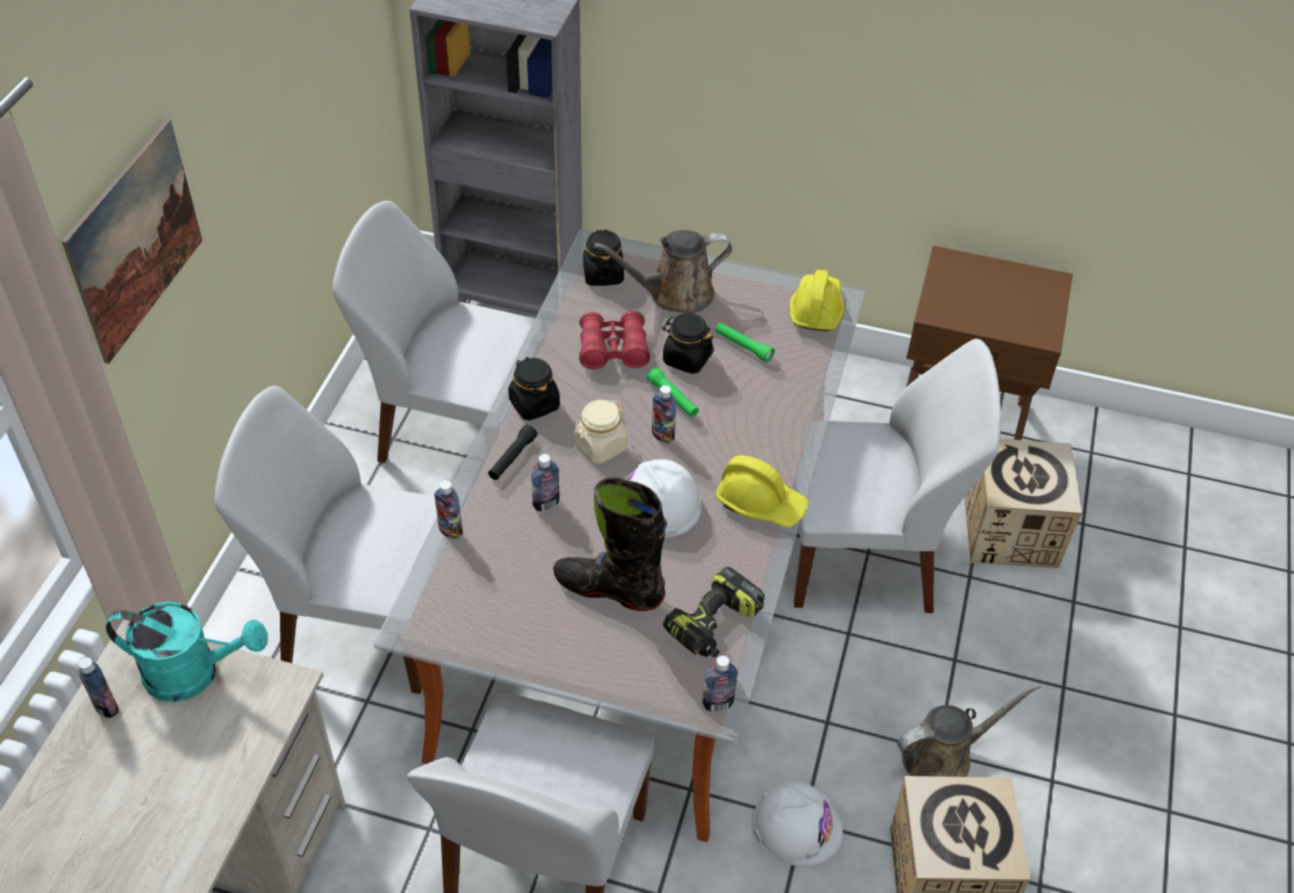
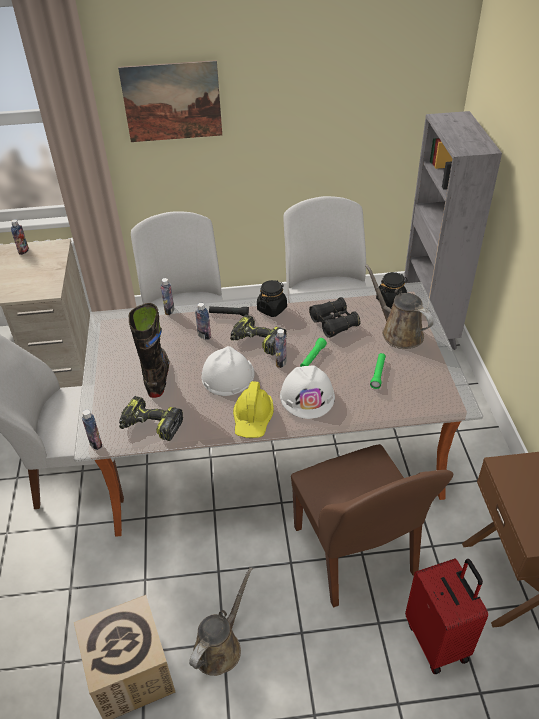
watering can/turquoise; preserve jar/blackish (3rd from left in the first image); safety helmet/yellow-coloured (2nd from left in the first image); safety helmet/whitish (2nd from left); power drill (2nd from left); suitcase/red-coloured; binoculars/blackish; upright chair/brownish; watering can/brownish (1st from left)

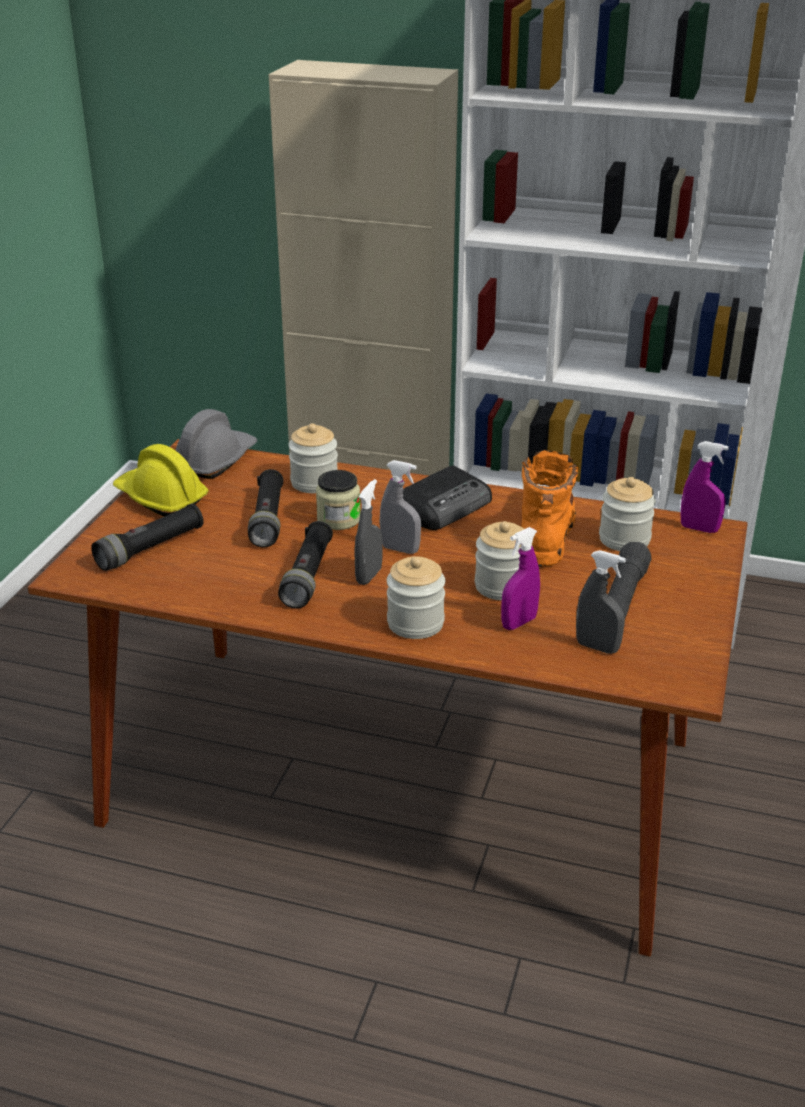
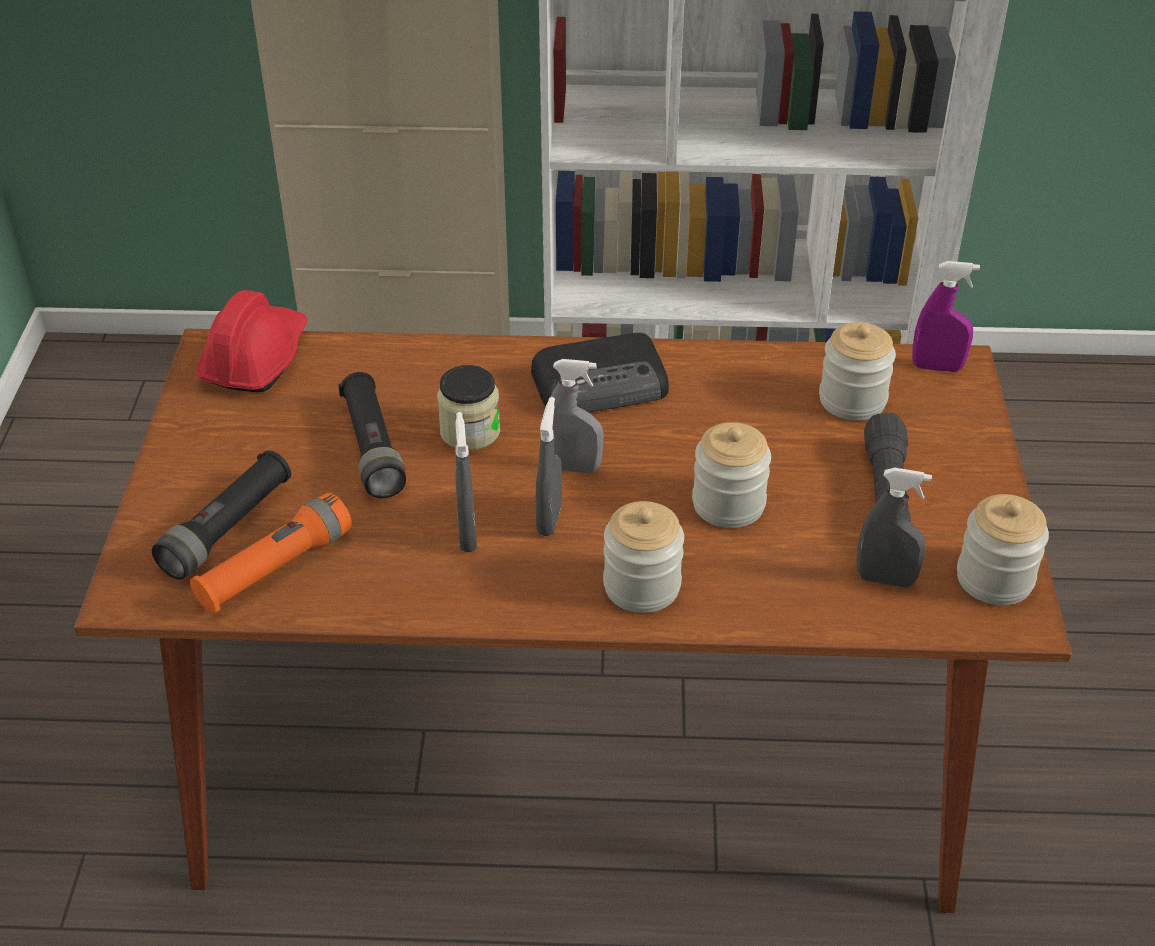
safety helmet/yellow-coloured; hand sprayer/purple-coloured (1st from left in the first image); high-top boot/orange-coloured; flashlight/orange-coloured; preserve jar (5th from left); hand sprayer/greyish (1st from left); safety helmet/red-coloured; radio

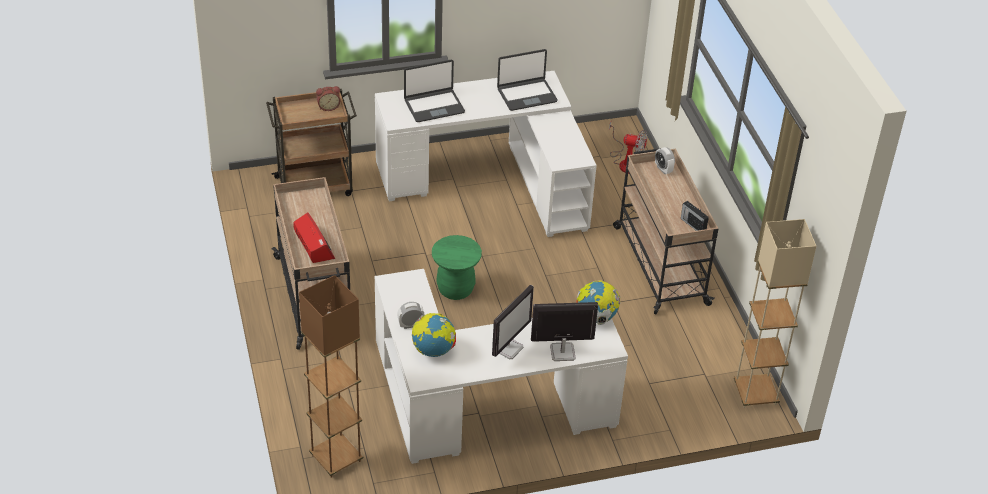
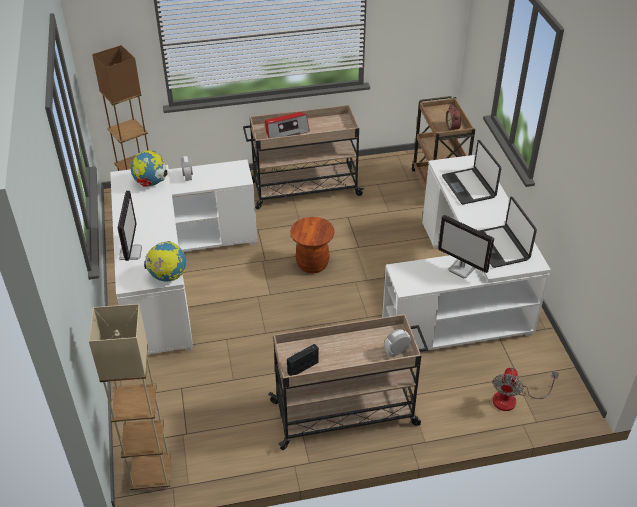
computer display (2nd from left); stool/brownish

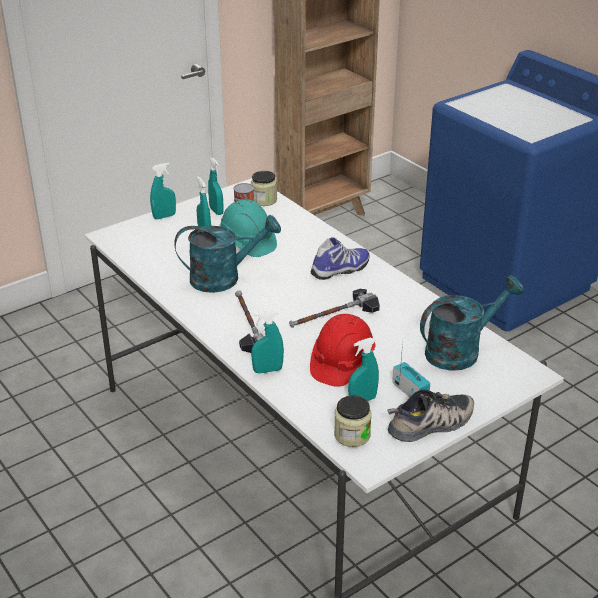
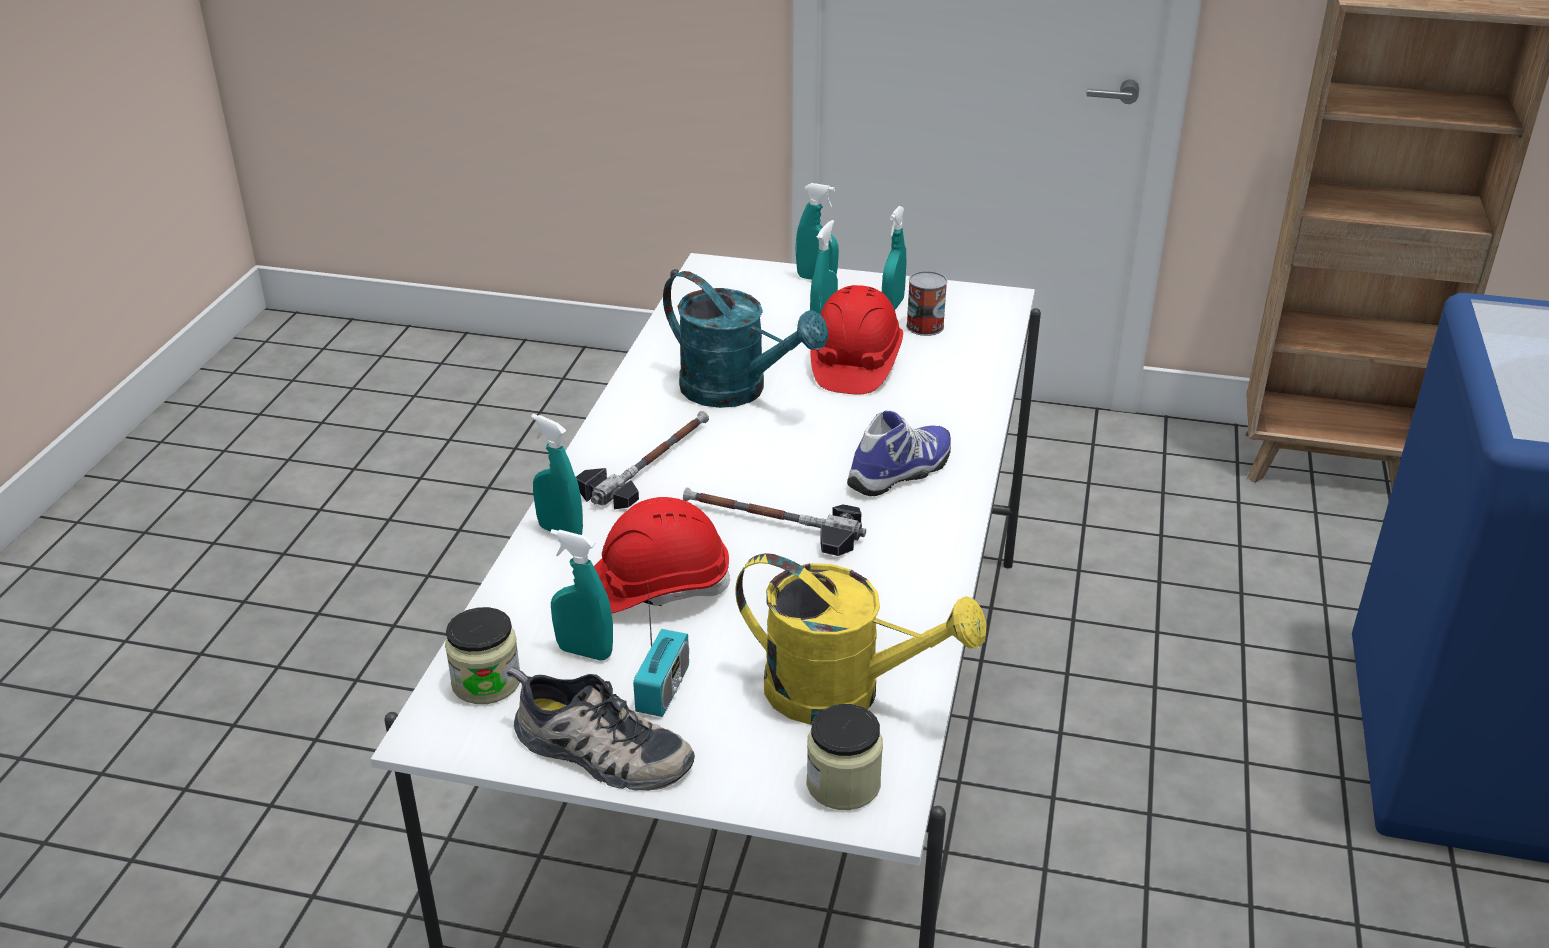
preserve jar (2nd from left); safety helmet/red-coloured (2nd from left); watering can/yellow-coloured; low shoe (2nd from left)

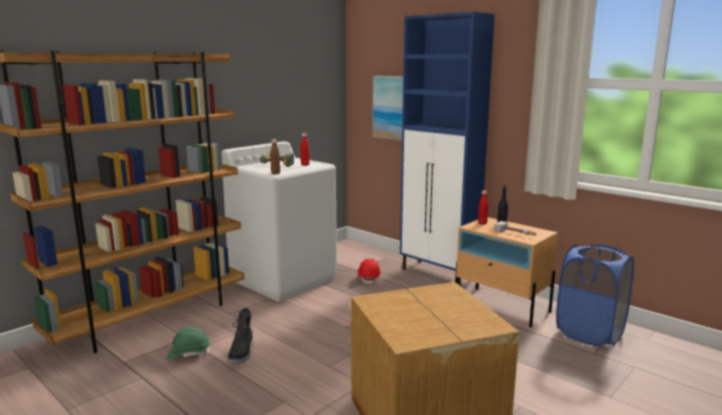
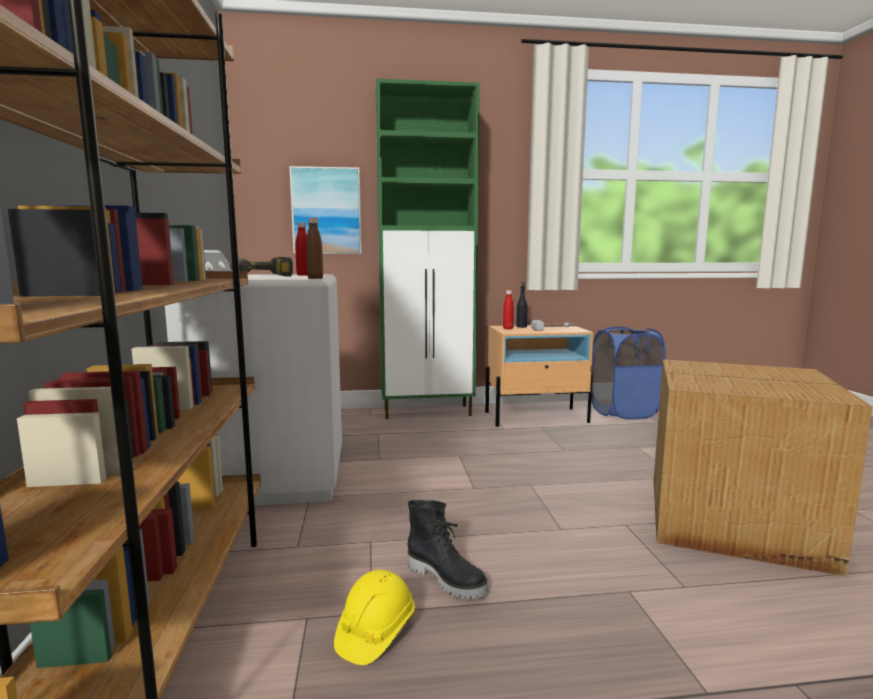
safety helmet/red-coloured; safety helmet/yellow-coloured; storage cabinet/green-coloured

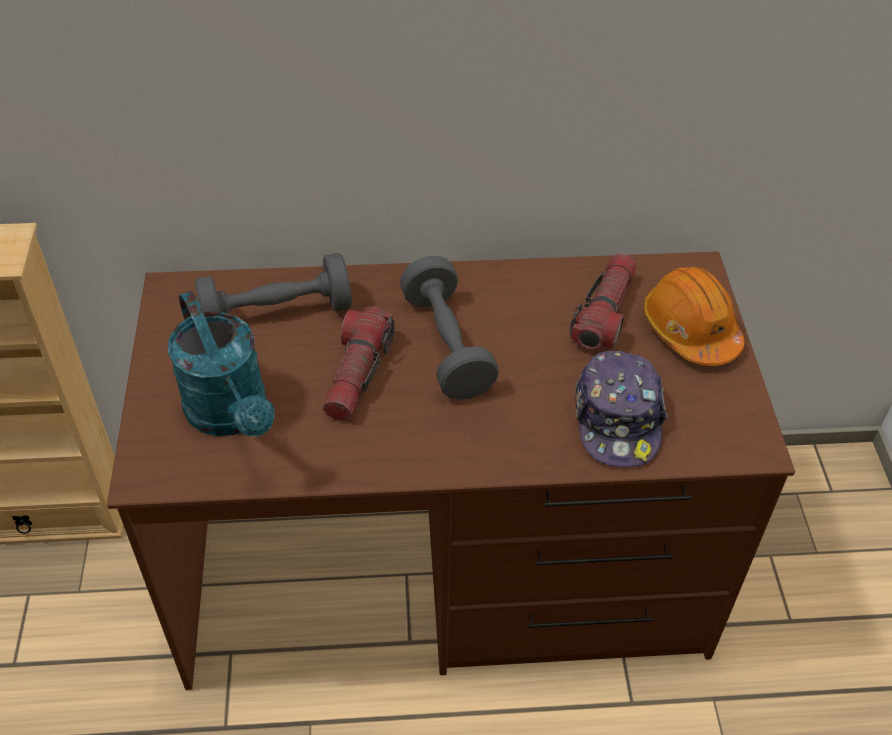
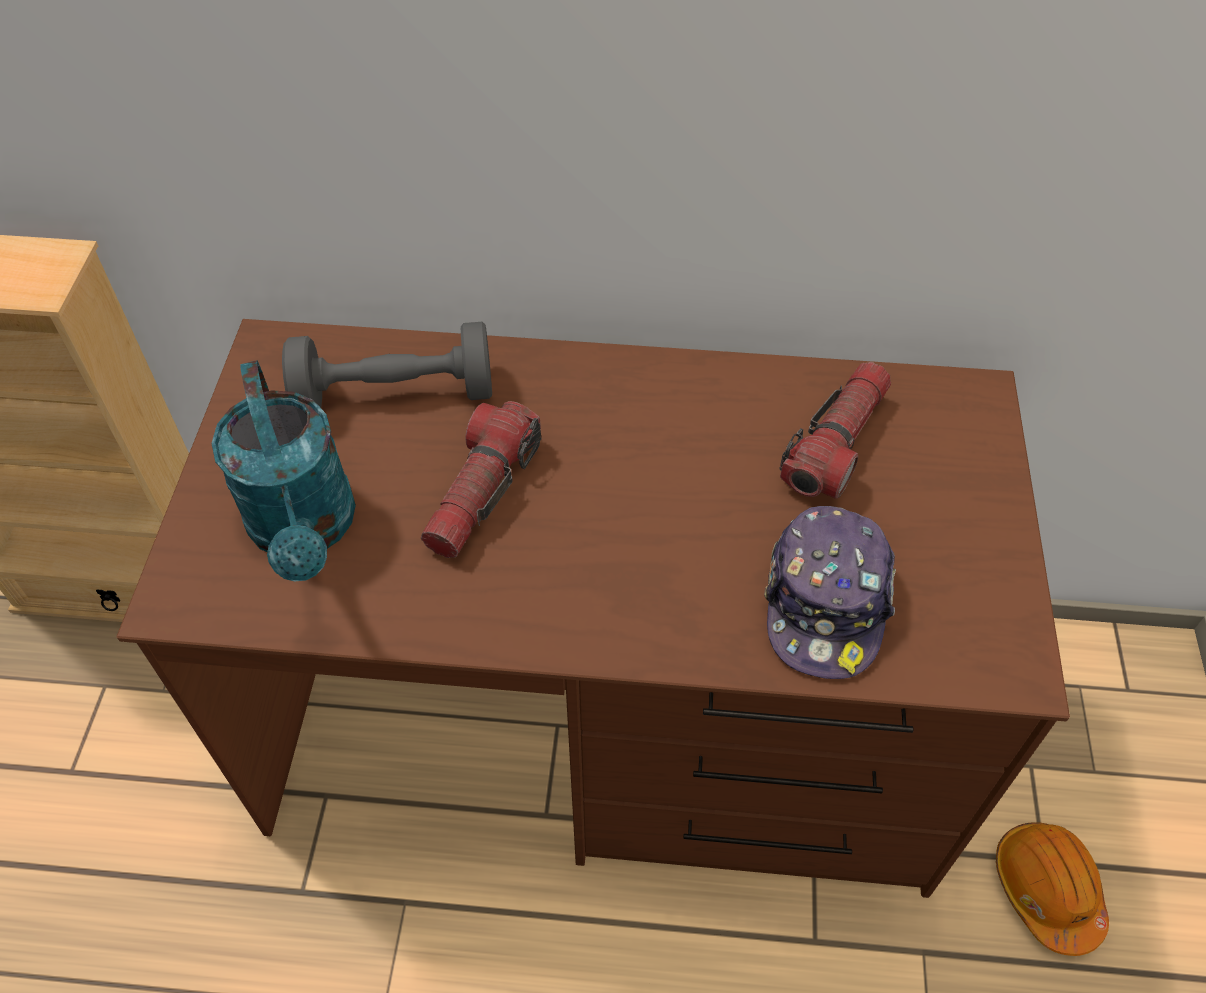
dumbbell/greyish (2nd from left in the first image); safety helmet/orange-coloured

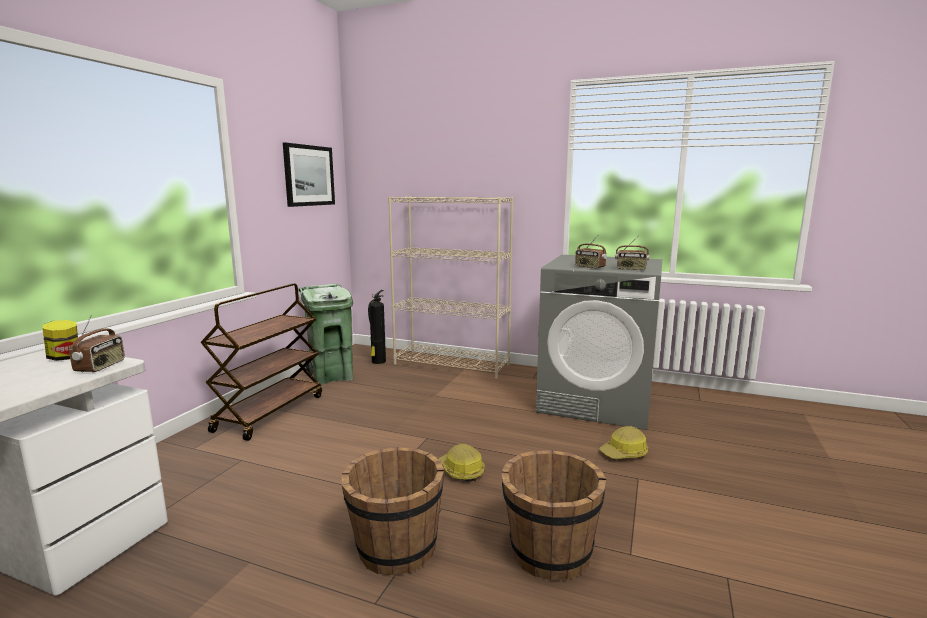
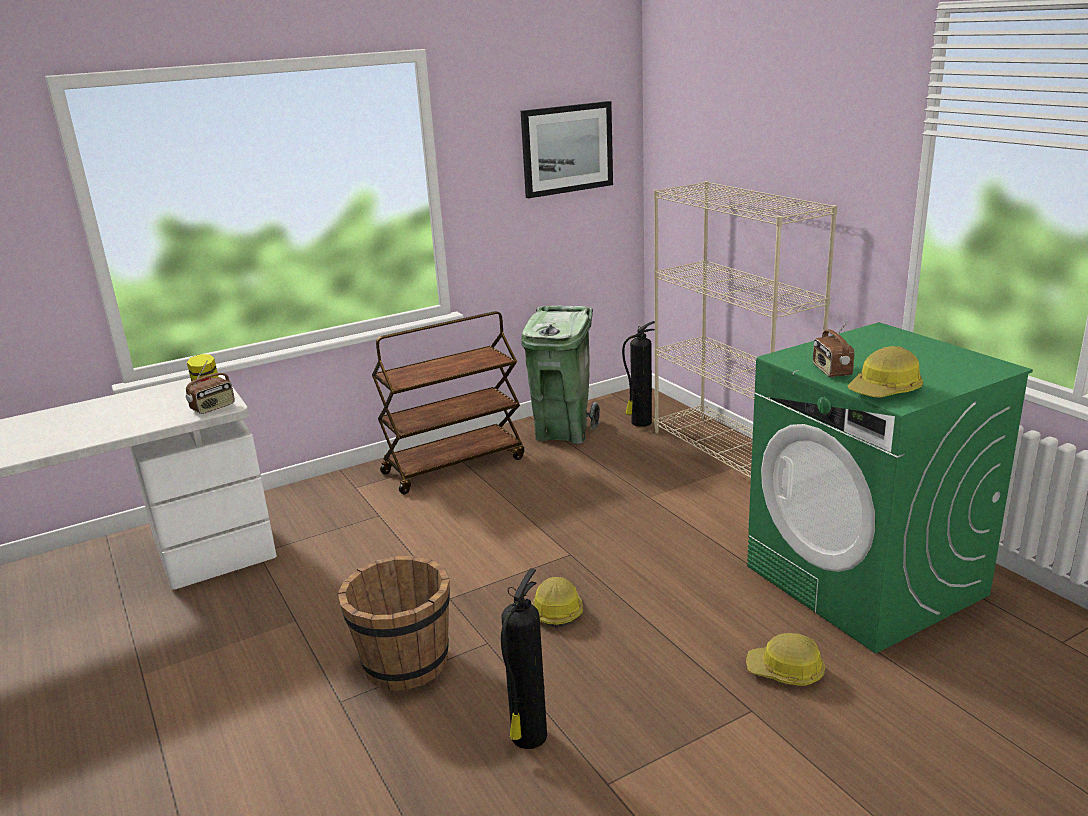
fire extinguisher (1st from left); safety helmet (3rd from left); washing machine/green-coloured

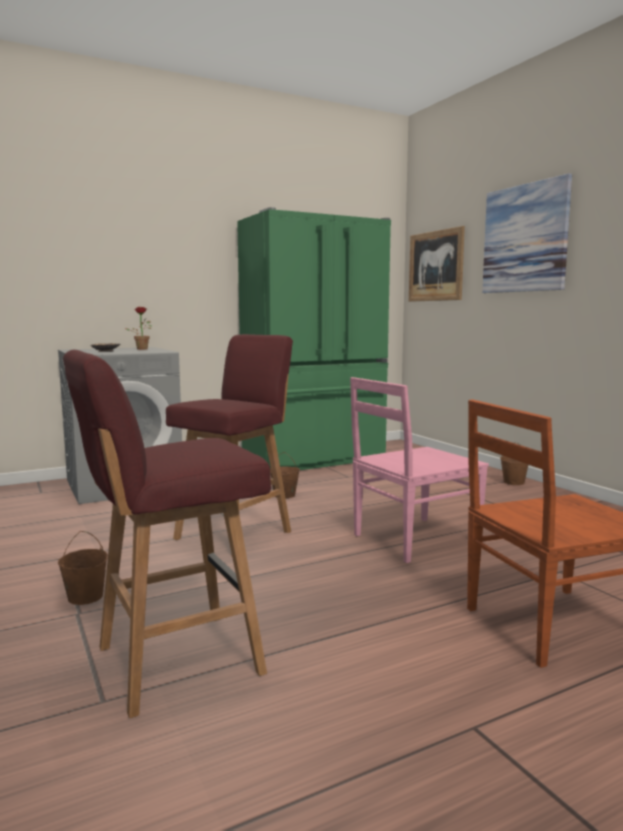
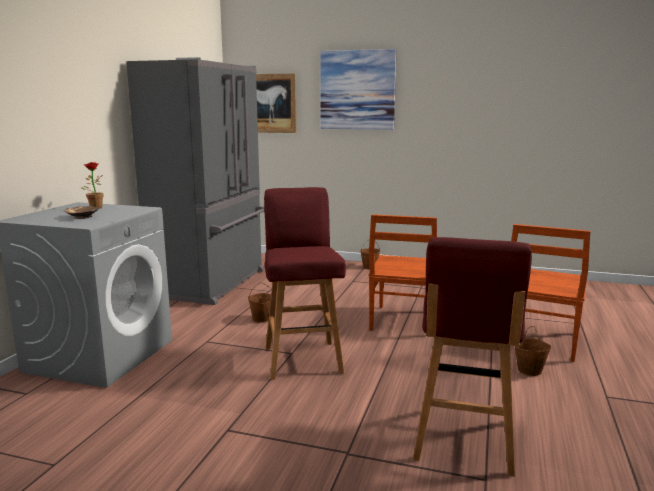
pail/brownish (3rd from left); fridge/greyish; upright chair/brownish (1st from left)

